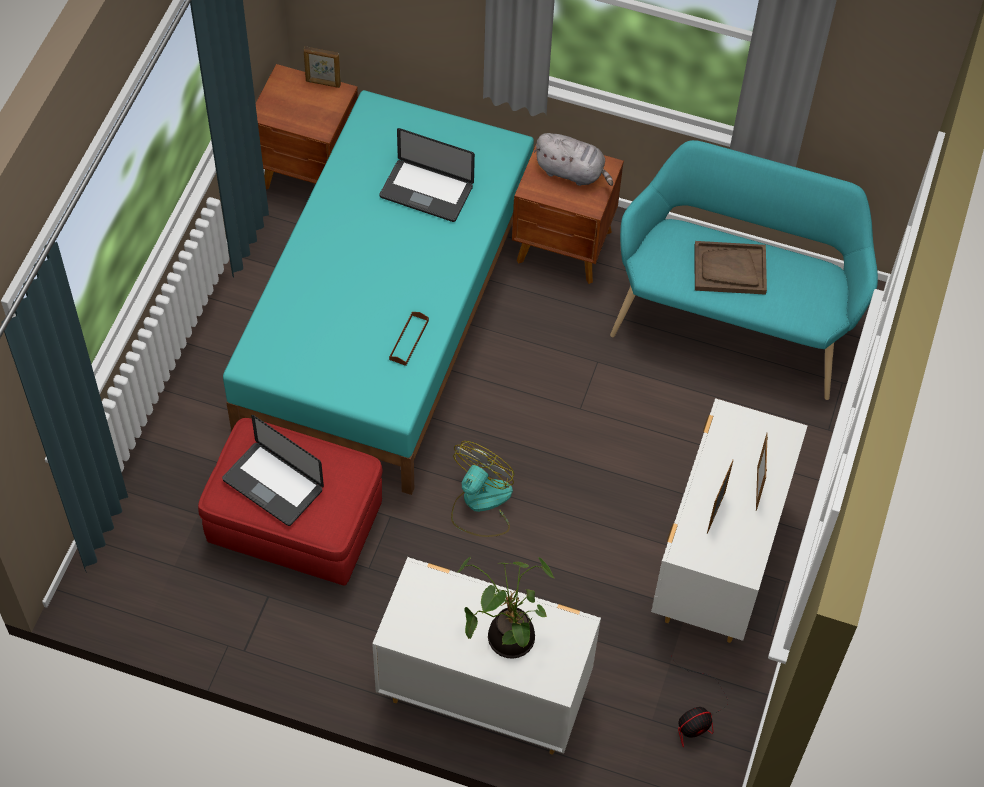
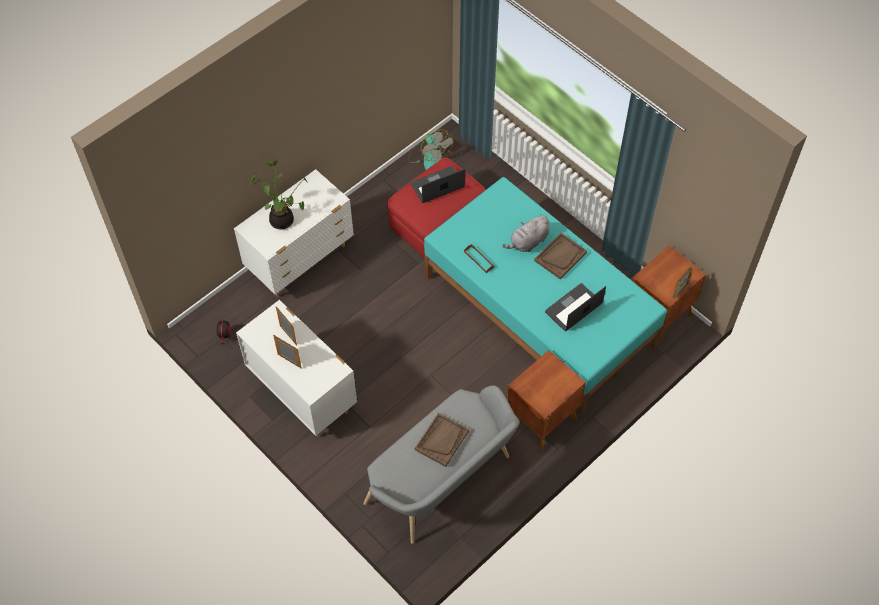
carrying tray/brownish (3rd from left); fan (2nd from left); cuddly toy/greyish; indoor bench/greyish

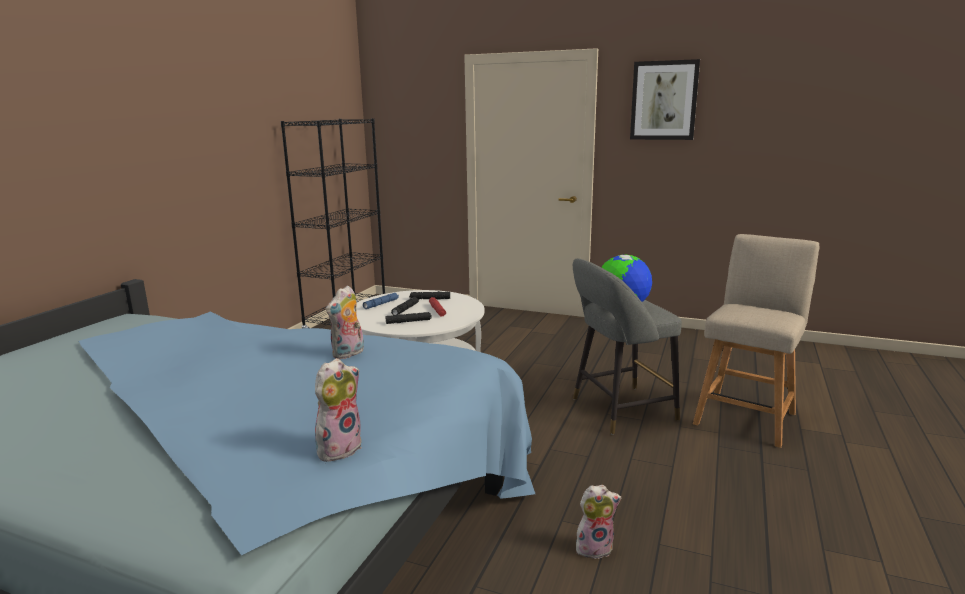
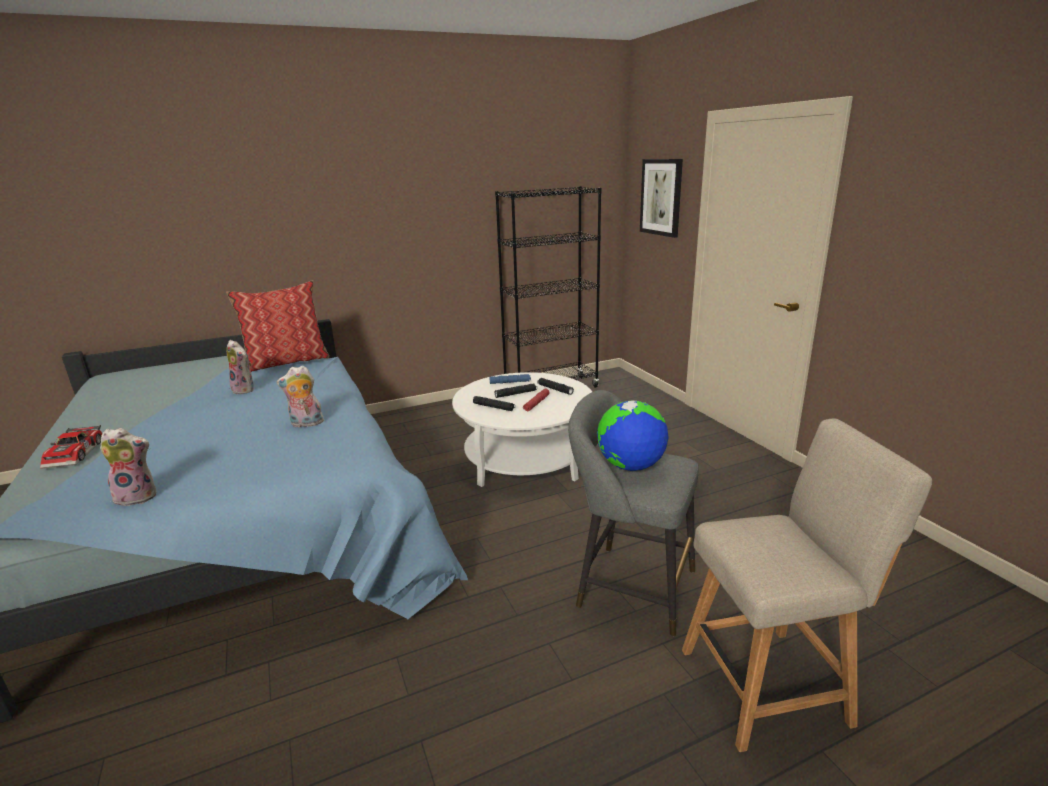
toy car; cushion; cuddly toy (2nd from left); picture

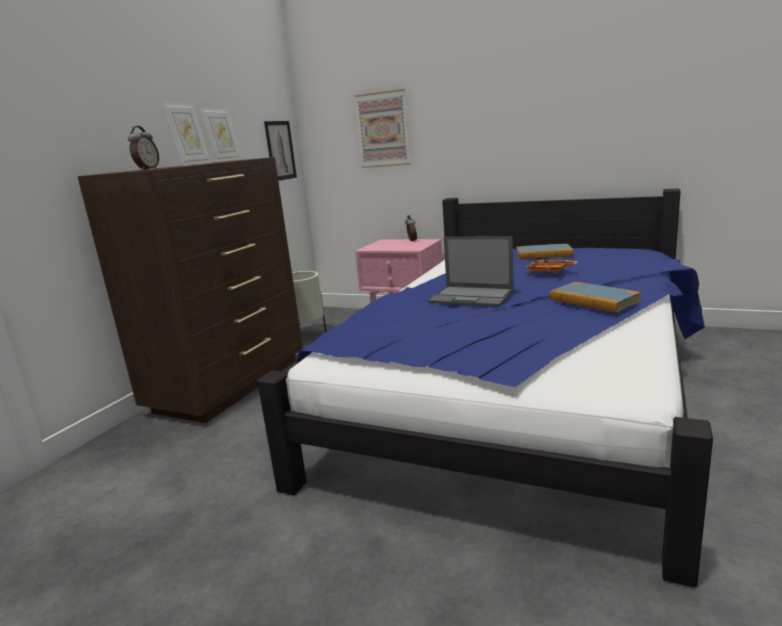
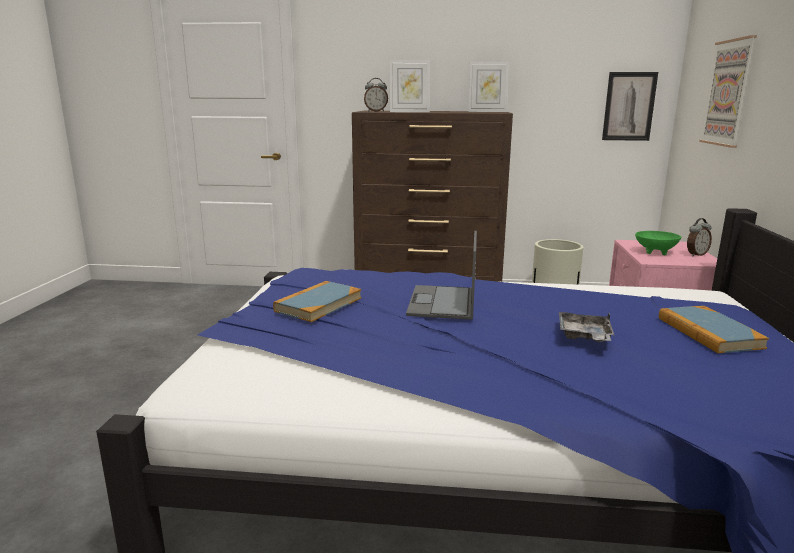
deep dish/green-coloured; book (1st from left); carrying tray/greyish

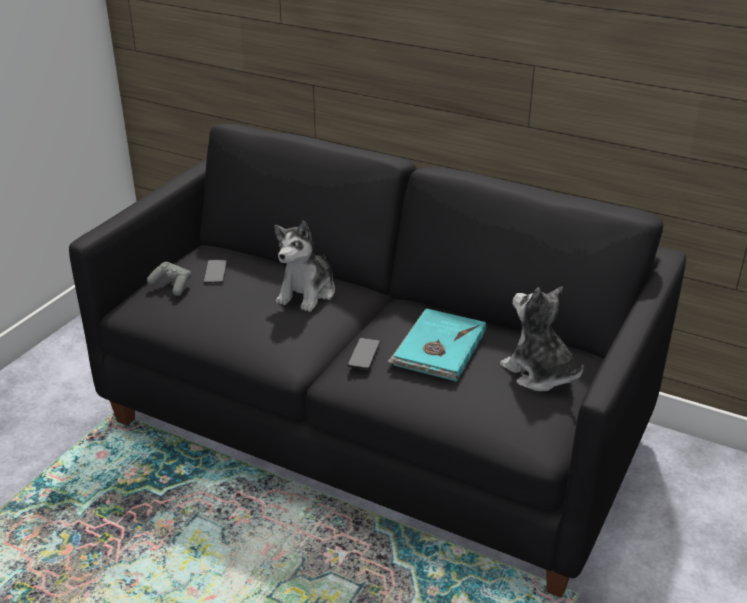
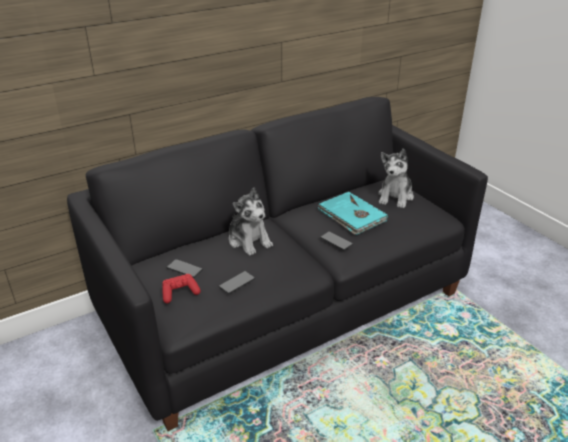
handset (2nd from left); joypad/red-coloured; cuddly toy (2nd from left)

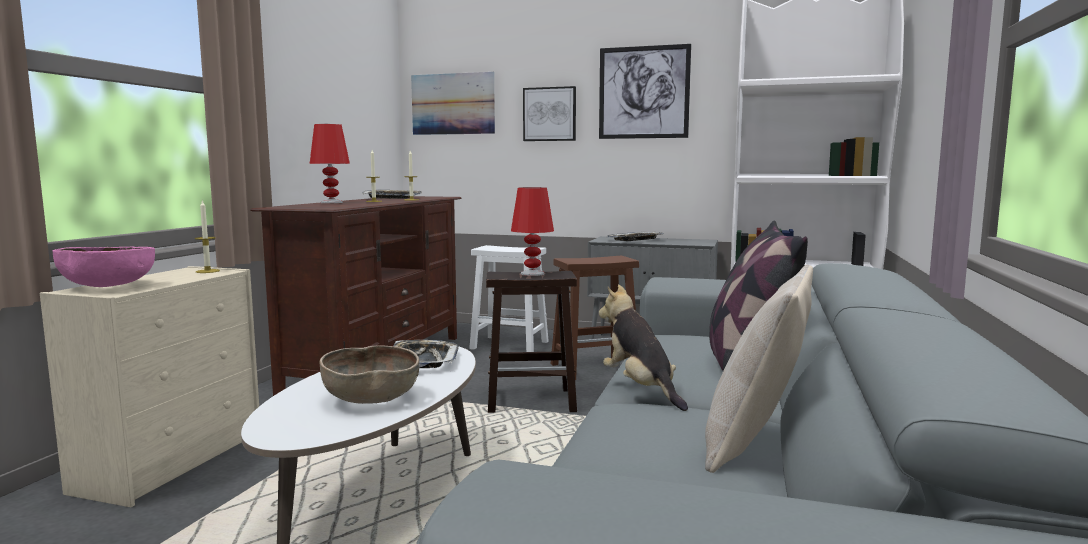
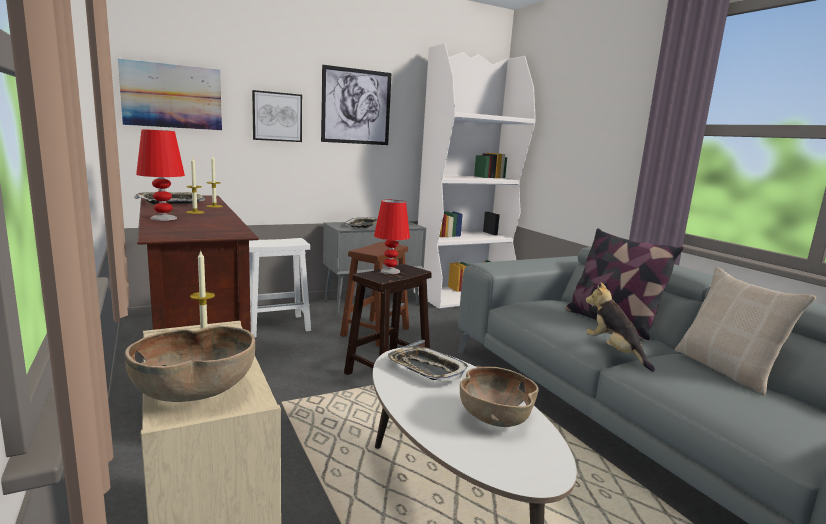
deep dish/brownish (1st from left); cuddly toy

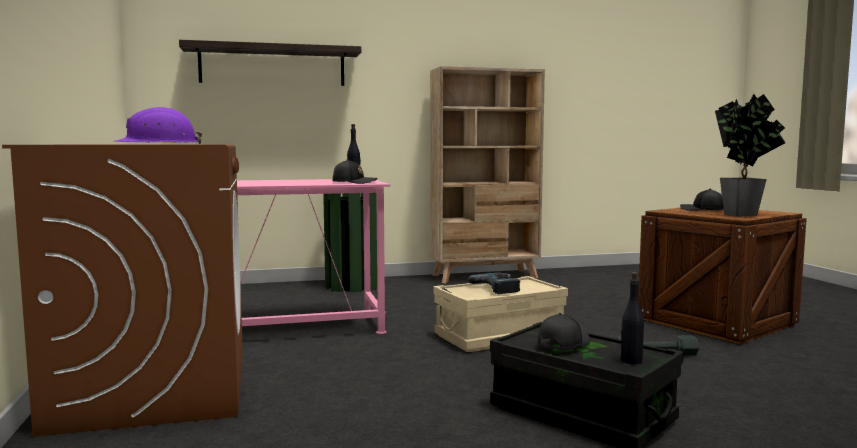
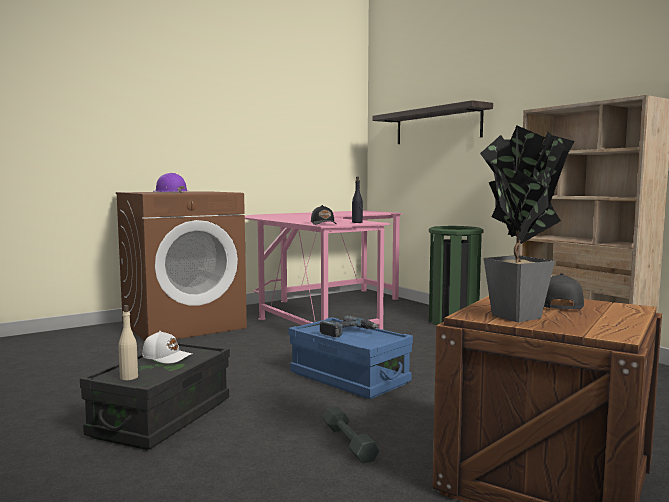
storage container/bluish; peaked cap/whitish; bottle/beige-coloured

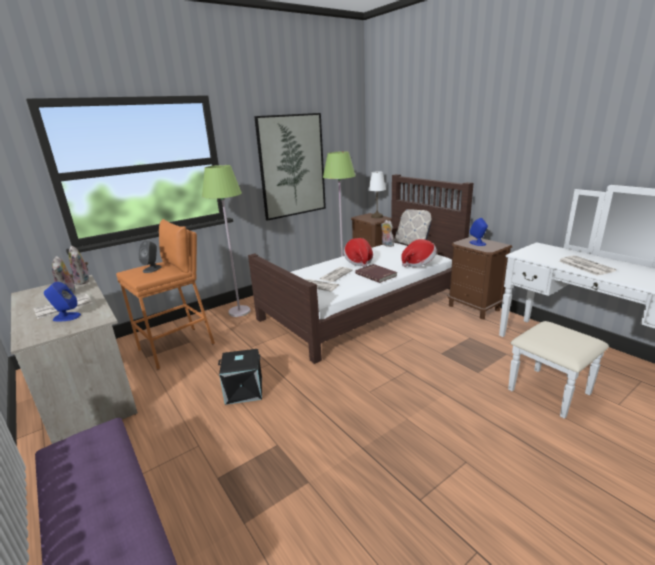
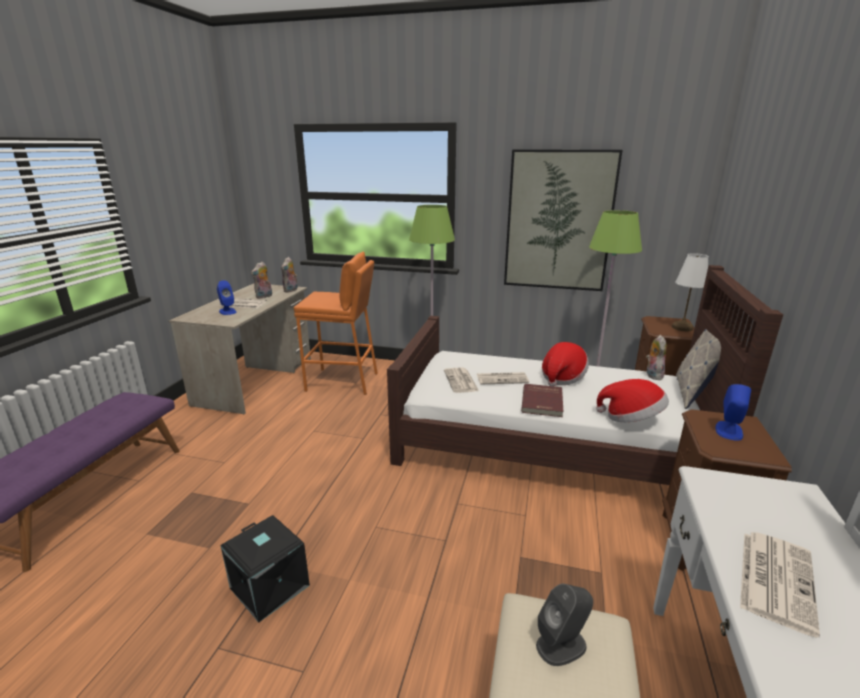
audio speaker/greyish; storage container/blackish

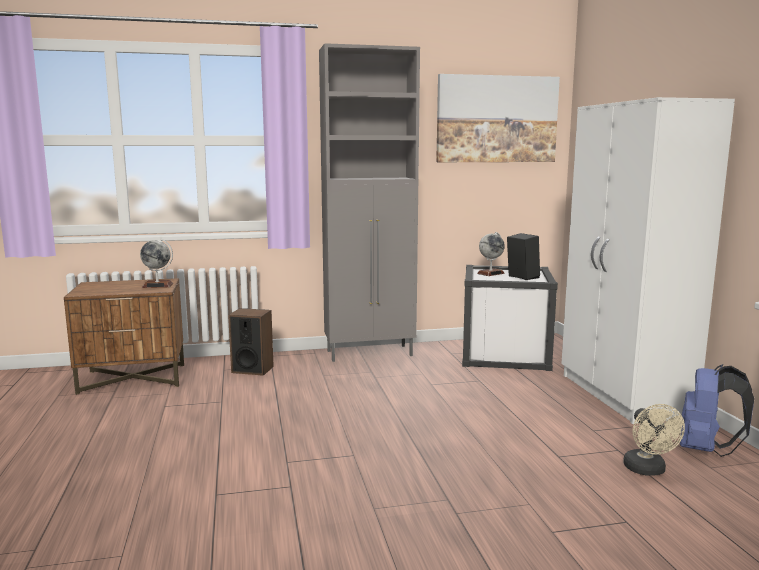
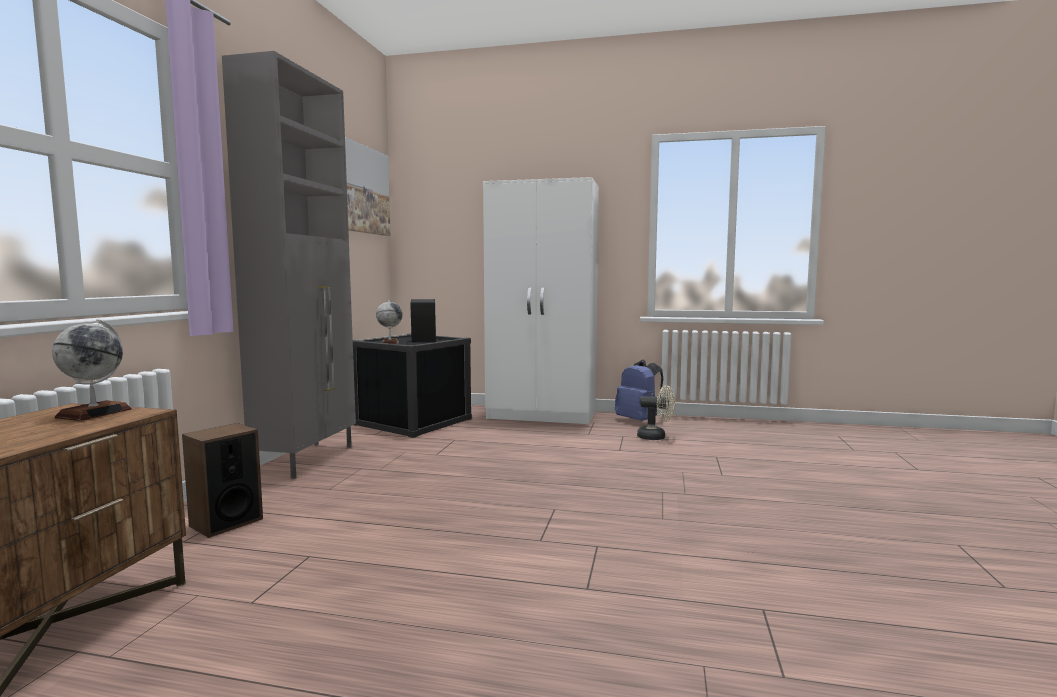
storage container/blackish

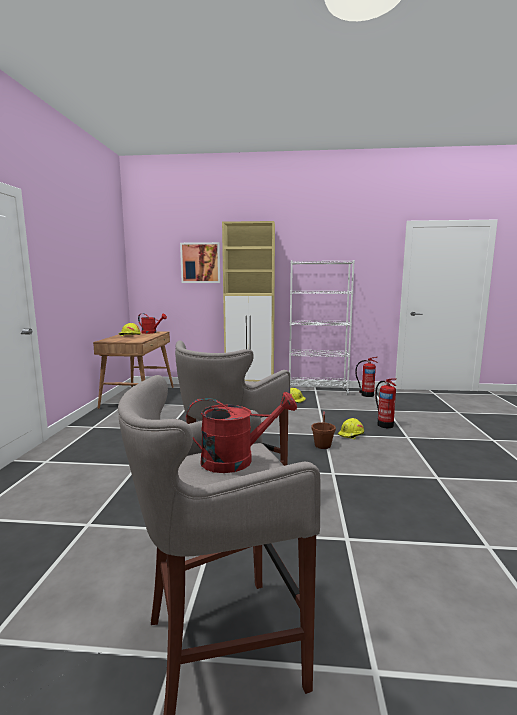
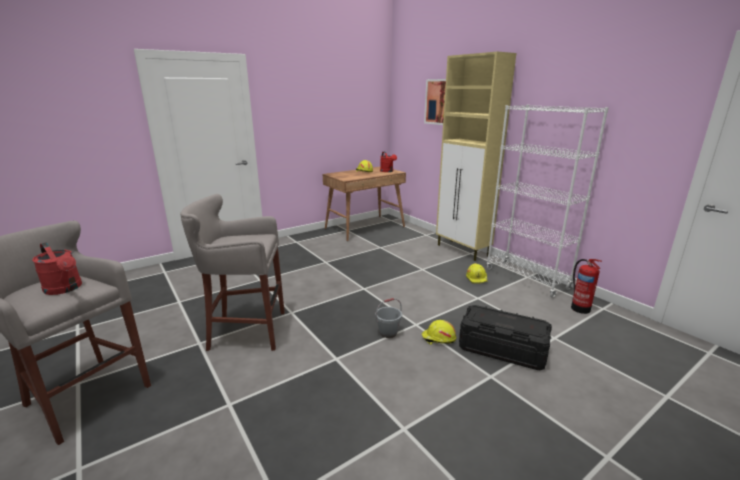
storage container/blackish; pail/greyish

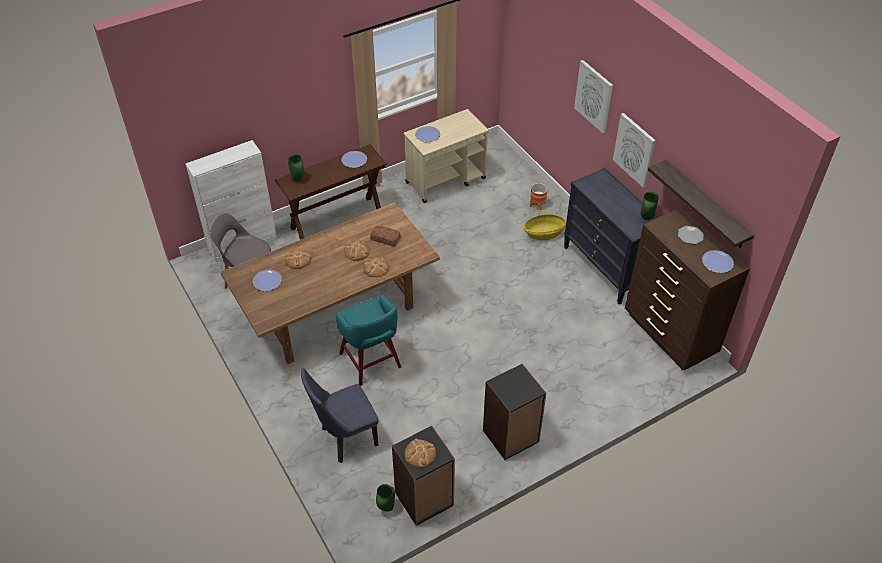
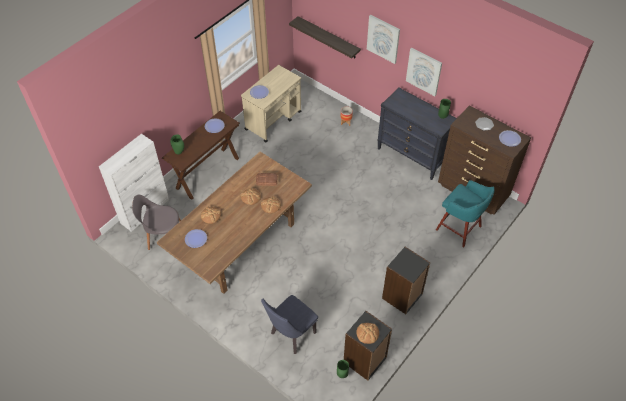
basket; stool/turquoise; wall shelf

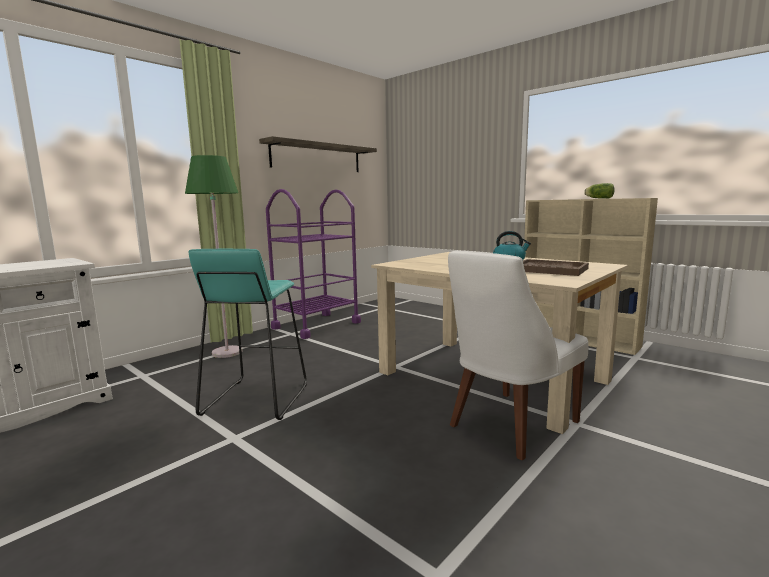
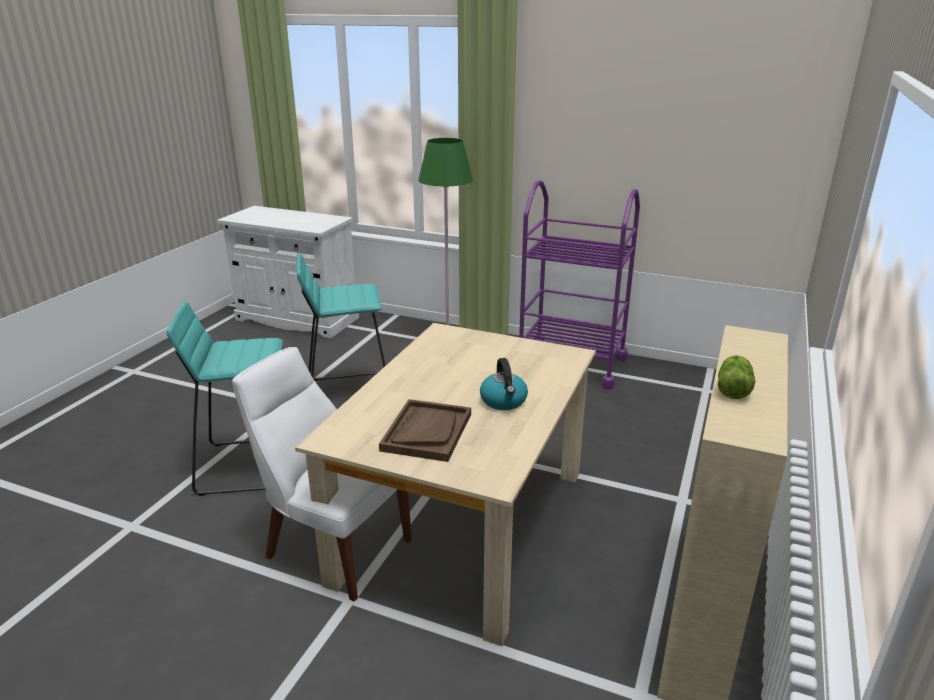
wall shelf; stool/turquoise (1st from left)

